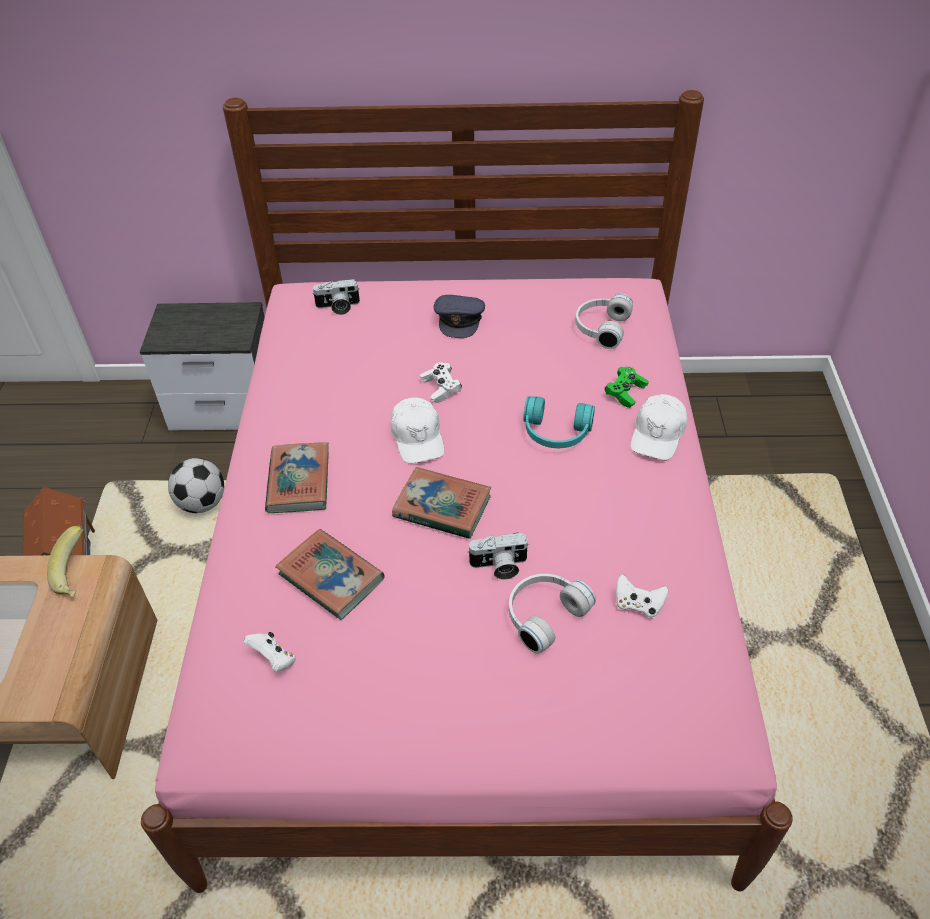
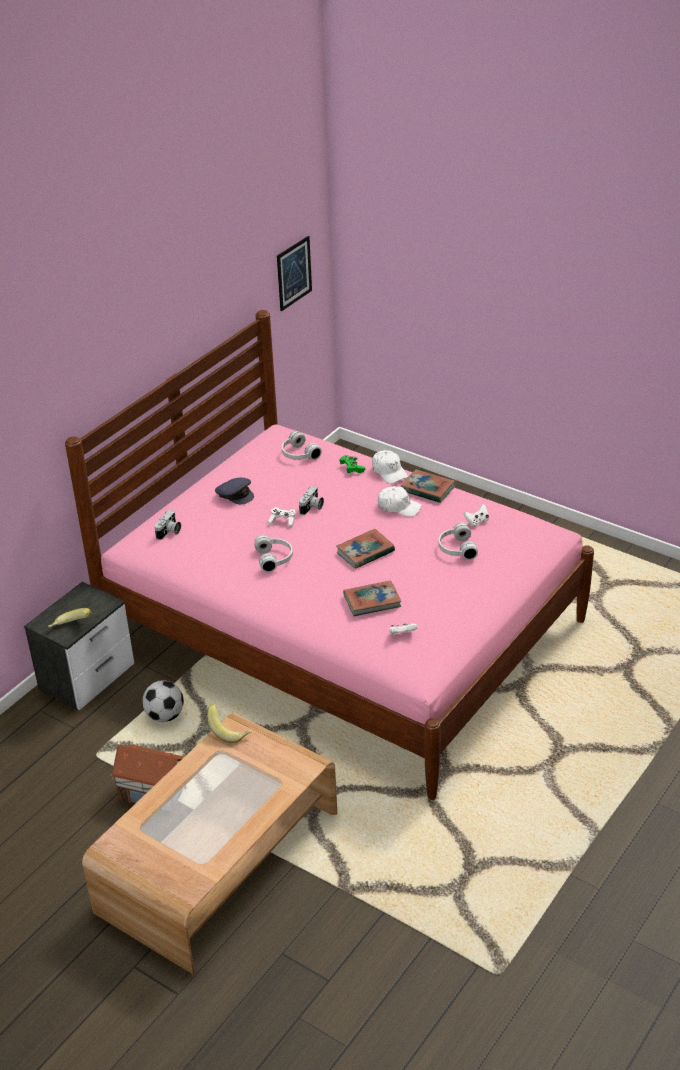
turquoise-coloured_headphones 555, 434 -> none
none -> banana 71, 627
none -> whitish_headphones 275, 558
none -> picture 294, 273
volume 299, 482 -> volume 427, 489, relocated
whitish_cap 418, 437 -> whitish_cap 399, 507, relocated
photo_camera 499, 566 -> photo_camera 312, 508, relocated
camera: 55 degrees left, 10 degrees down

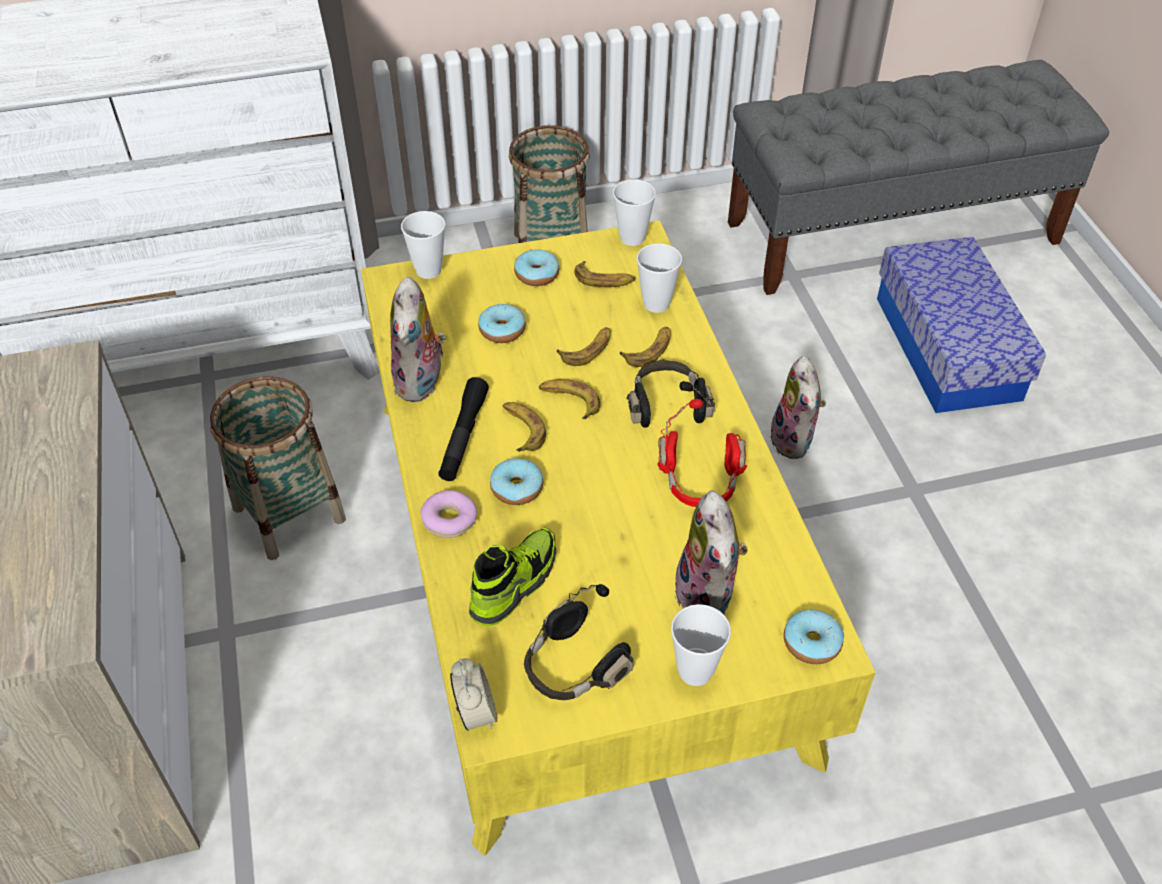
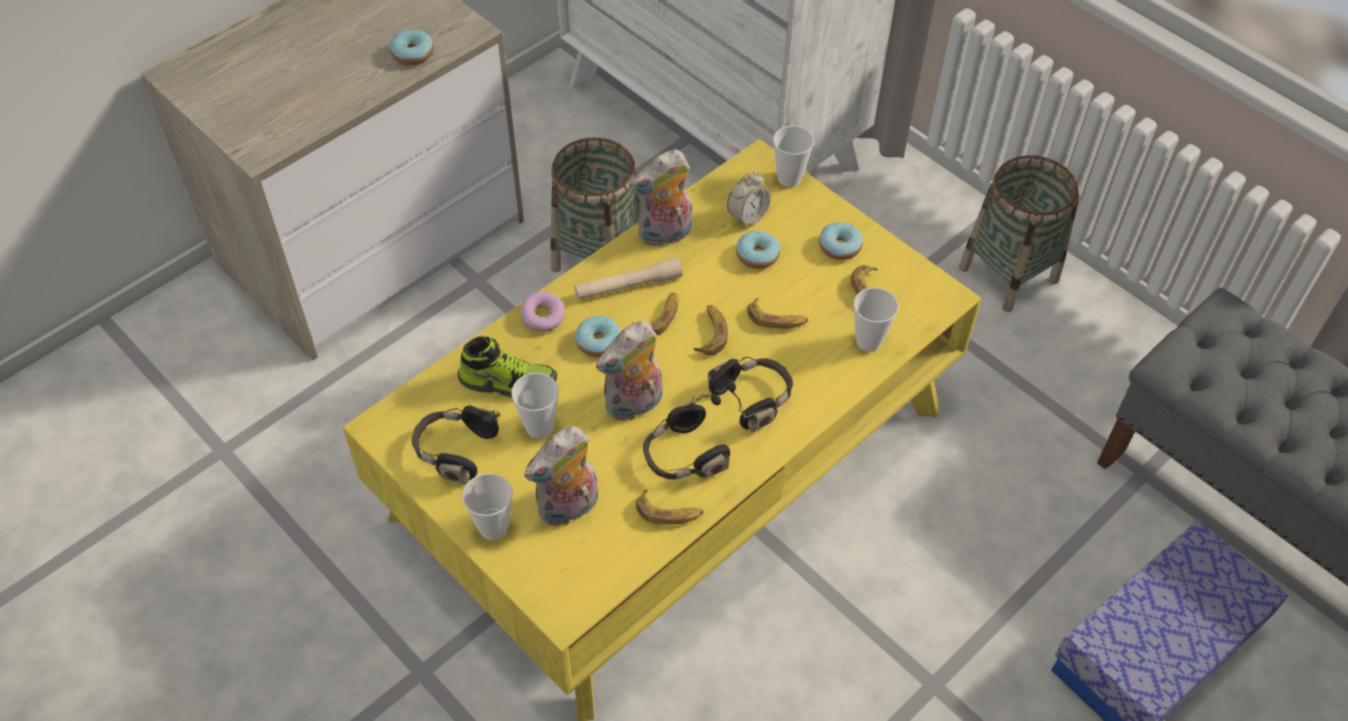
table_clock 475, 713 -> table_clock 747, 216, relocated
cup 632, 238 -> cup 539, 427, relocated
banana 649, 350 -> banana 669, 512, relocated
plush_toy 795, 441 -> plush_toy 634, 405, relocated
doughnut 811, 643 -> doughnut 413, 54, relocated
blackish_hand_torch 463, 436 -> beige-coloured_hand_torch 628, 286
reddish_headphones 700, 481 -> blackish_headphones 684, 456
camera: 60 degrees right, 5 degrees up

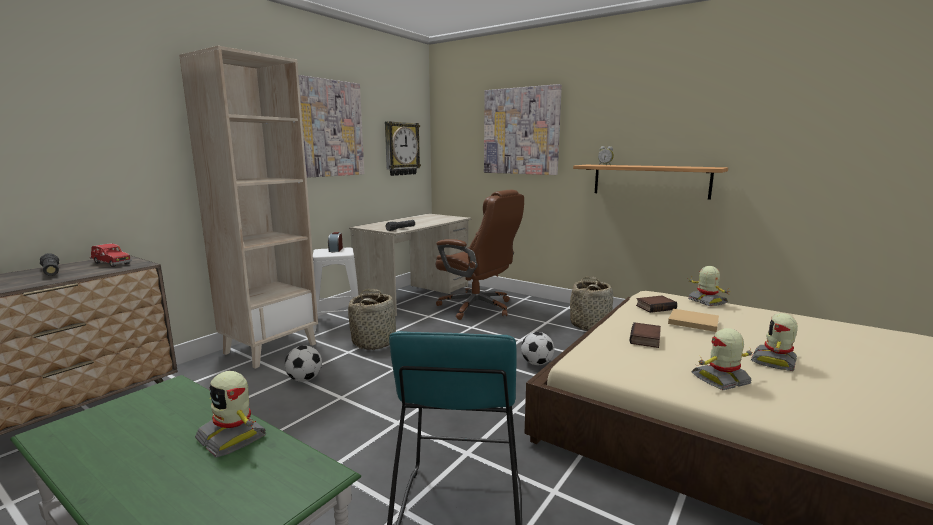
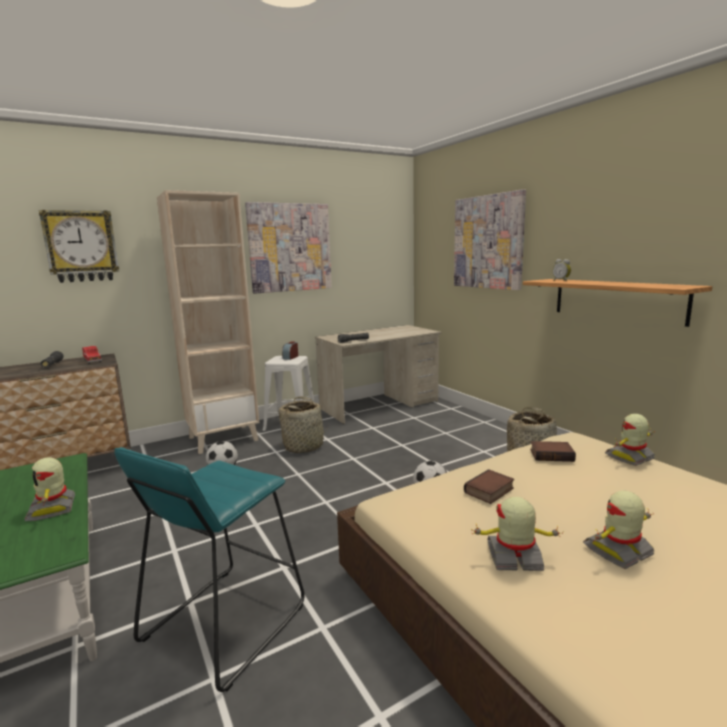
brownish_computer_chair 477, 307 -> none
beige-coloured_volume 691, 321 -> none
clock_on_the_wall 401, 149 -> clock_on_the_wall 81, 246, relocated
toy_robot 706, 301 -> toy_robot 630, 457, 120 degrees counterclockwise
camera: 25 degrees right, 0 degrees up

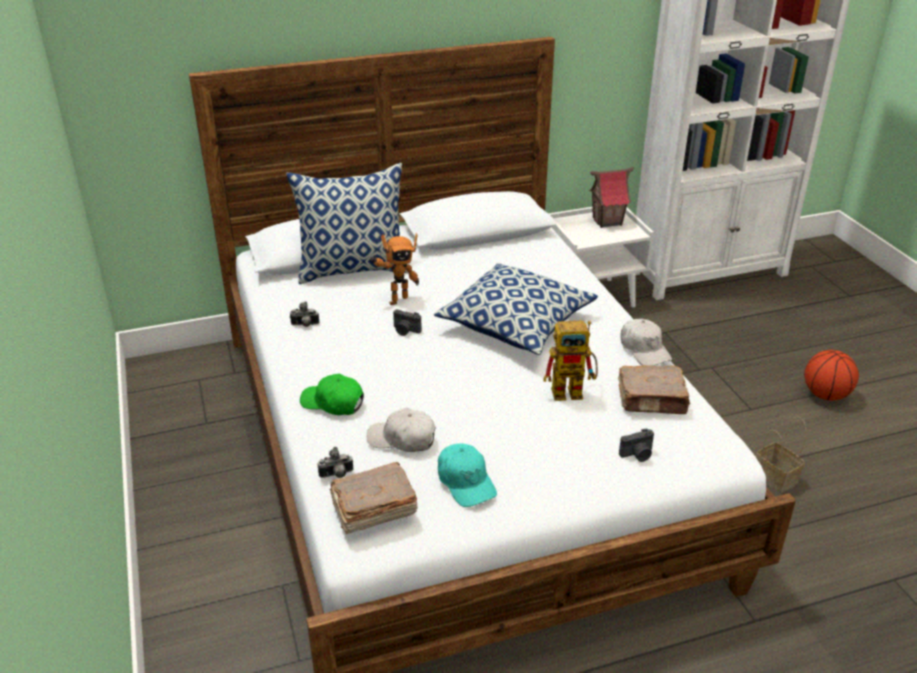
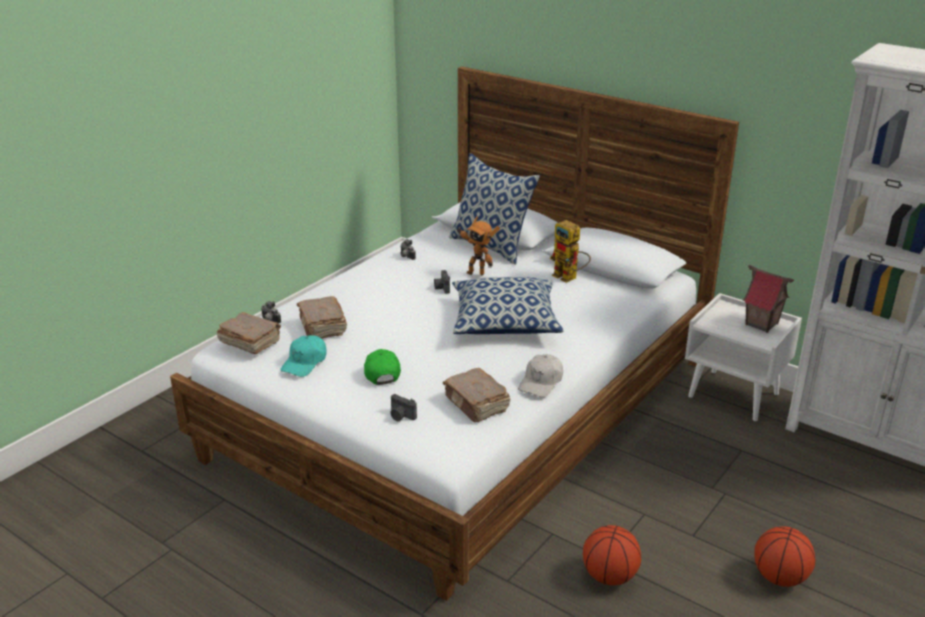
green_cap 333, 403 -> green_cap 381, 372, relocated
toy_robot 573, 391 -> toy_robot 569, 278, relocated
whitish_cap 402, 439 -> brownish_volume 322, 327
storage_basket 773, 477 -> ball_for_basketball 609, 577
camera: 55 degrees right, 5 degrees down

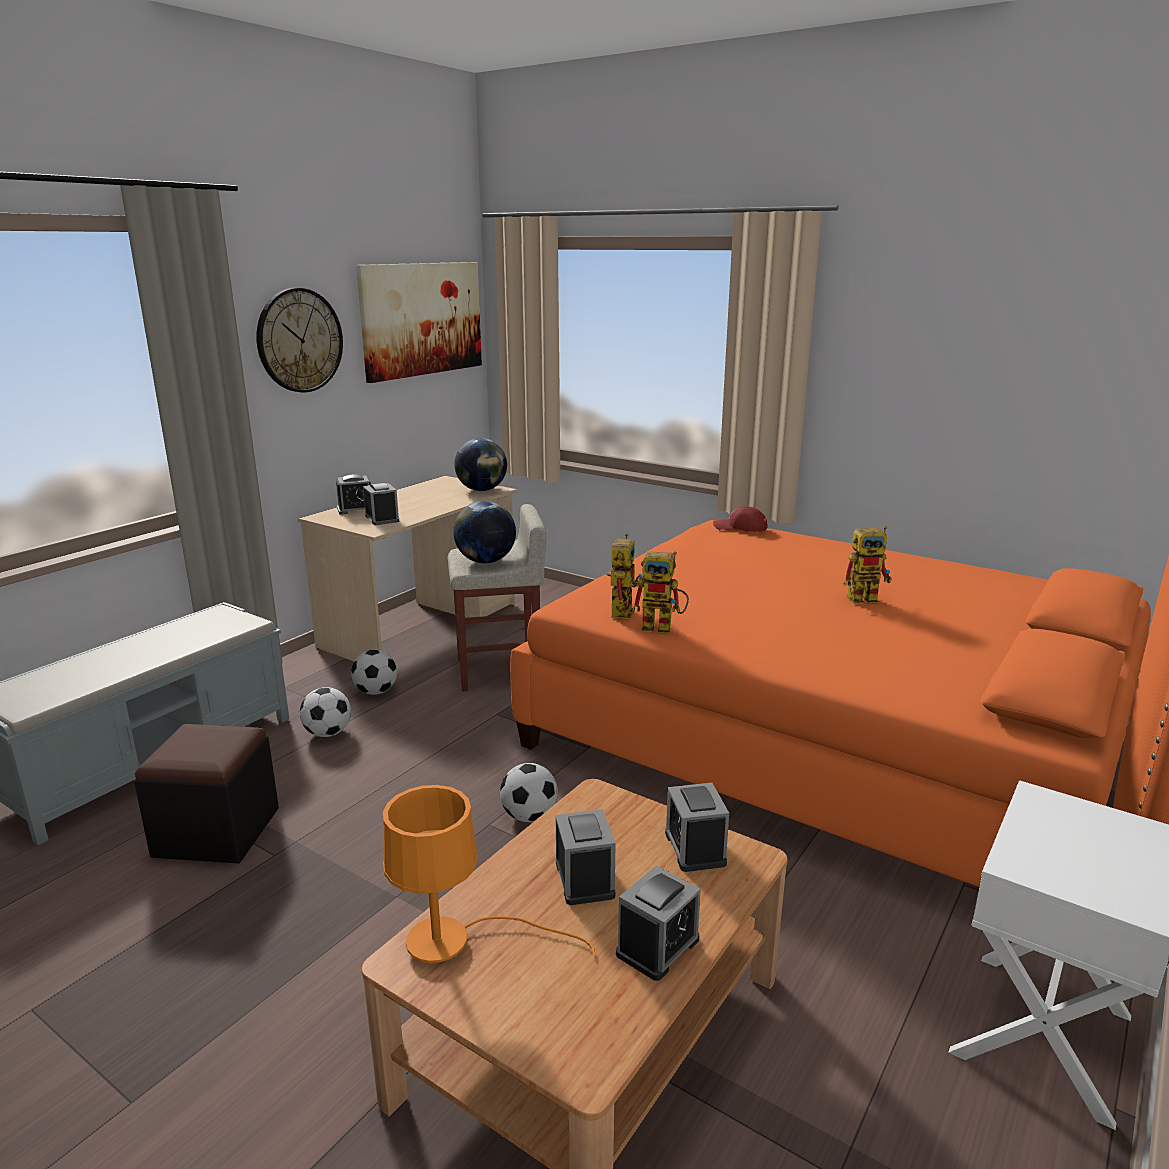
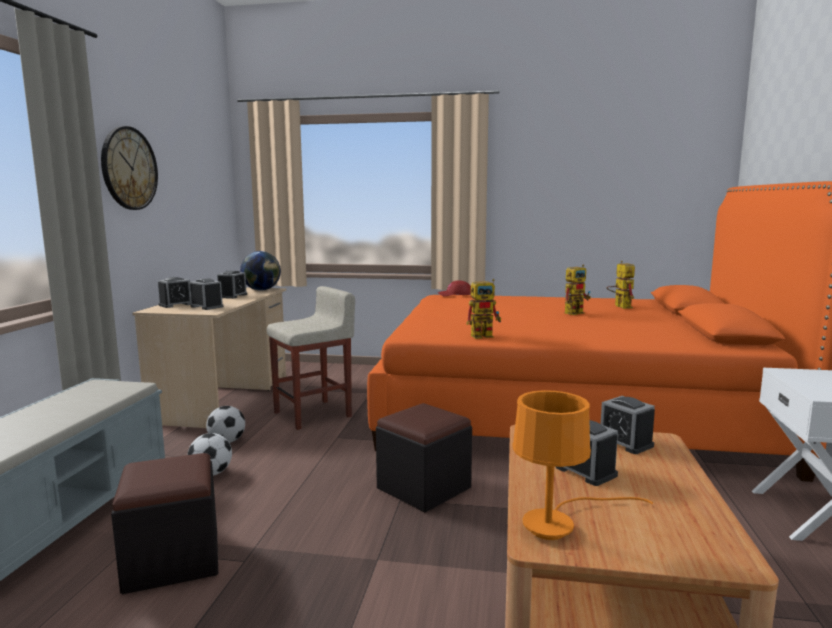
picture 422, 319 -> none
globe 485, 561 -> none
toy_robot 621, 610 -> toy_robot 619, 306, relocated
table_clock 658, 946 -> table_clock 232, 296, relocated
ball_for_football 529, 816 -> blackish_ottoman 424, 488
camera: 25 degrees left, 10 degrees down

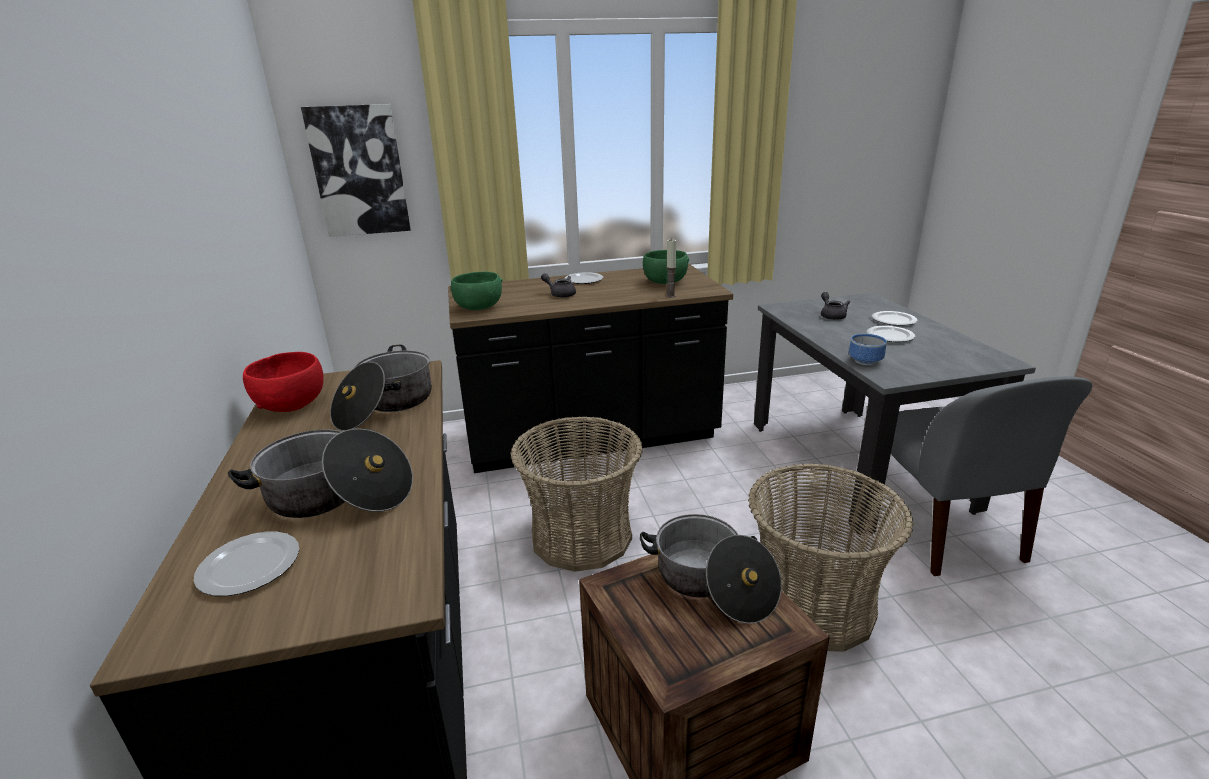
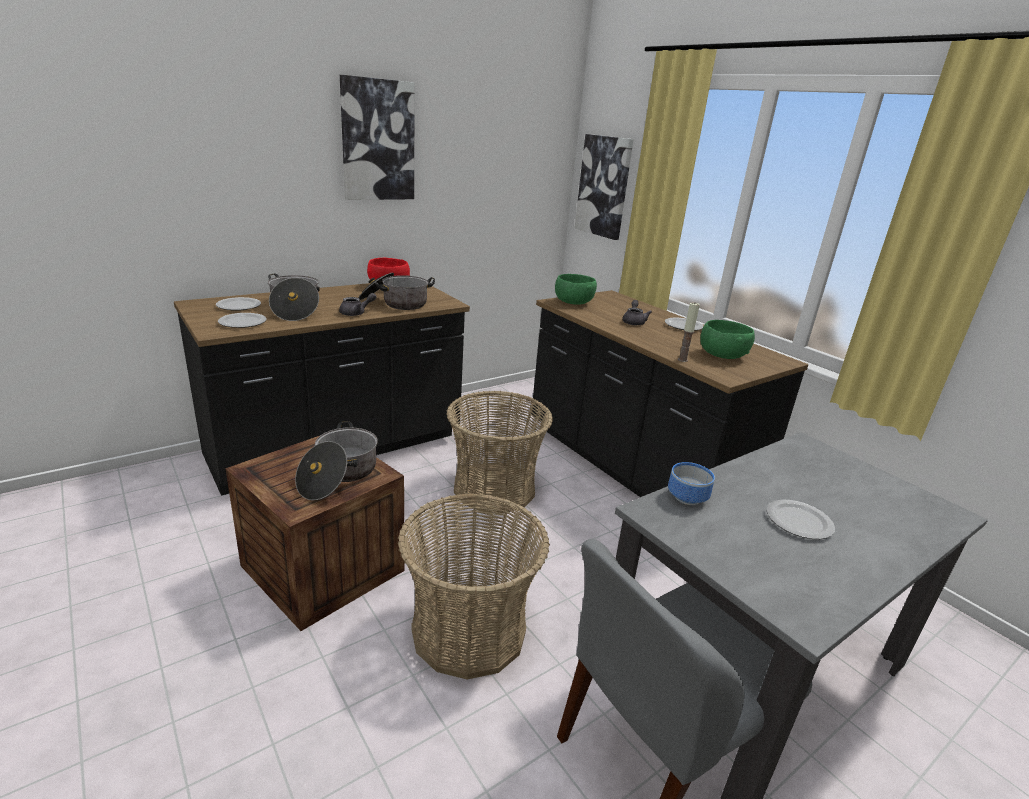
none -> picture 377, 141
gray_teapot 831, 315 -> gray_teapot 356, 313, relocated
plate 894, 320 -> plate 243, 322, relocated
camera: 65 degrees right, 0 degrees up

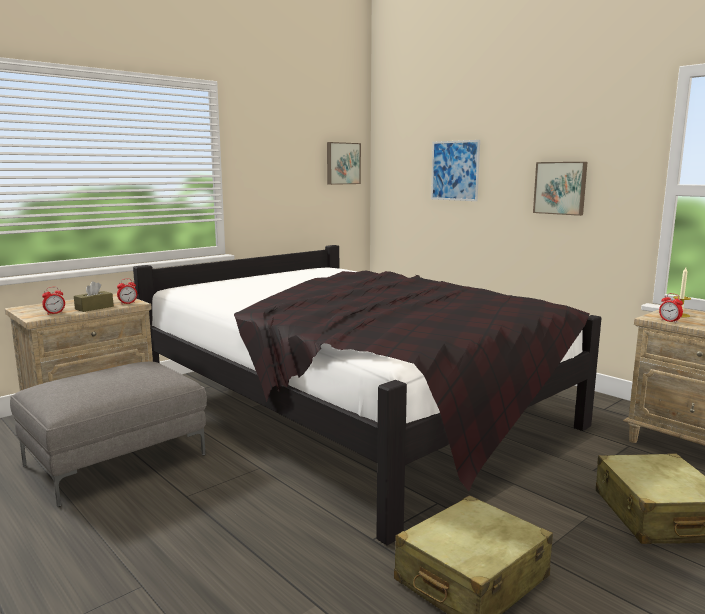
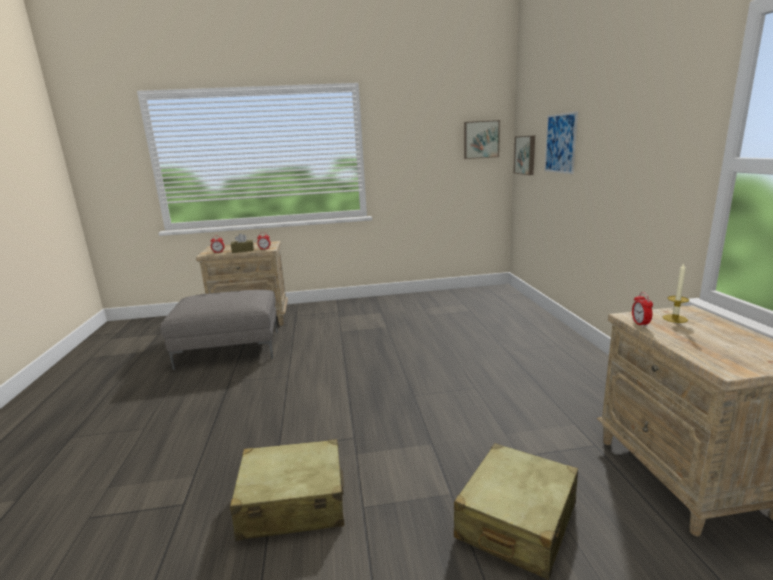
blackish_bed 354, 408 -> none
picture 560, 188 -> picture 526, 155, relocated
camera: 35 degrees right, 5 degrees up

